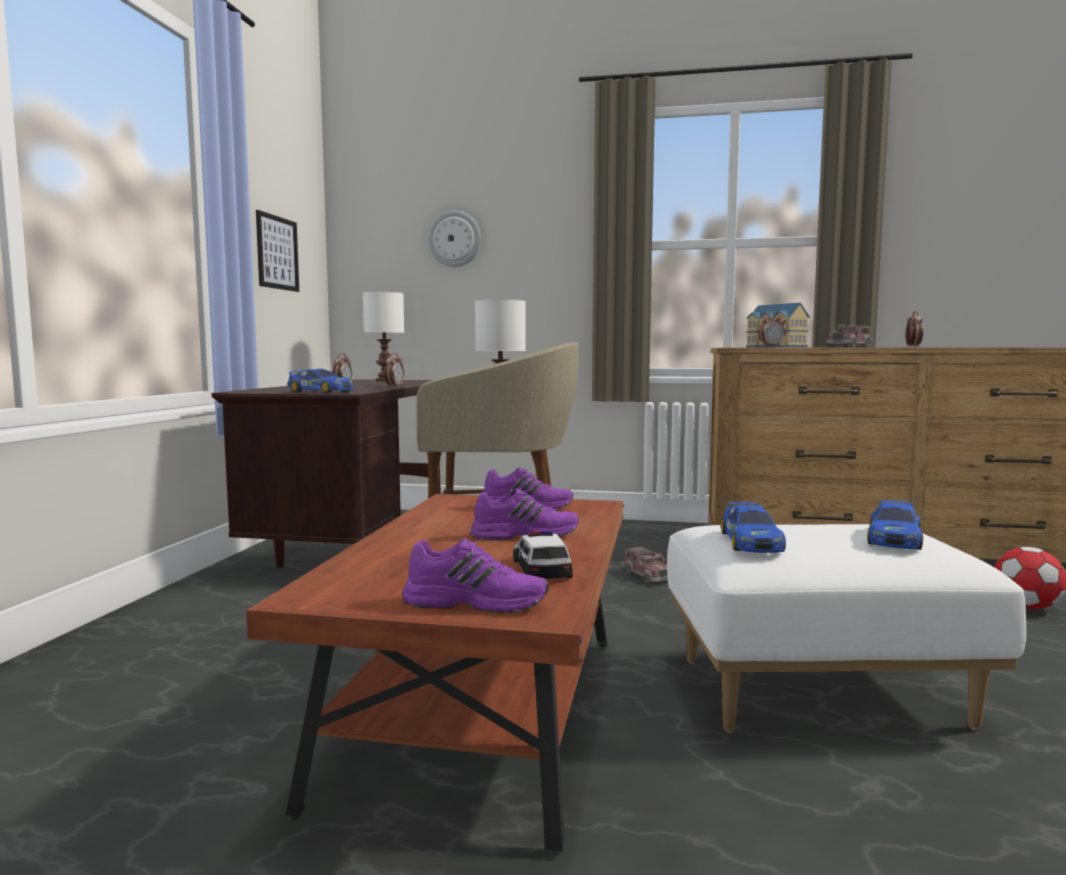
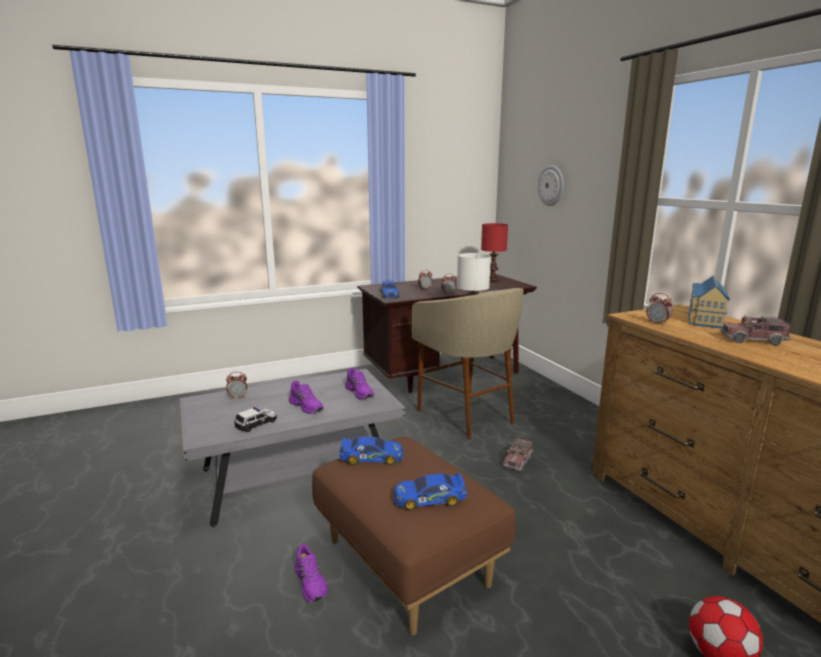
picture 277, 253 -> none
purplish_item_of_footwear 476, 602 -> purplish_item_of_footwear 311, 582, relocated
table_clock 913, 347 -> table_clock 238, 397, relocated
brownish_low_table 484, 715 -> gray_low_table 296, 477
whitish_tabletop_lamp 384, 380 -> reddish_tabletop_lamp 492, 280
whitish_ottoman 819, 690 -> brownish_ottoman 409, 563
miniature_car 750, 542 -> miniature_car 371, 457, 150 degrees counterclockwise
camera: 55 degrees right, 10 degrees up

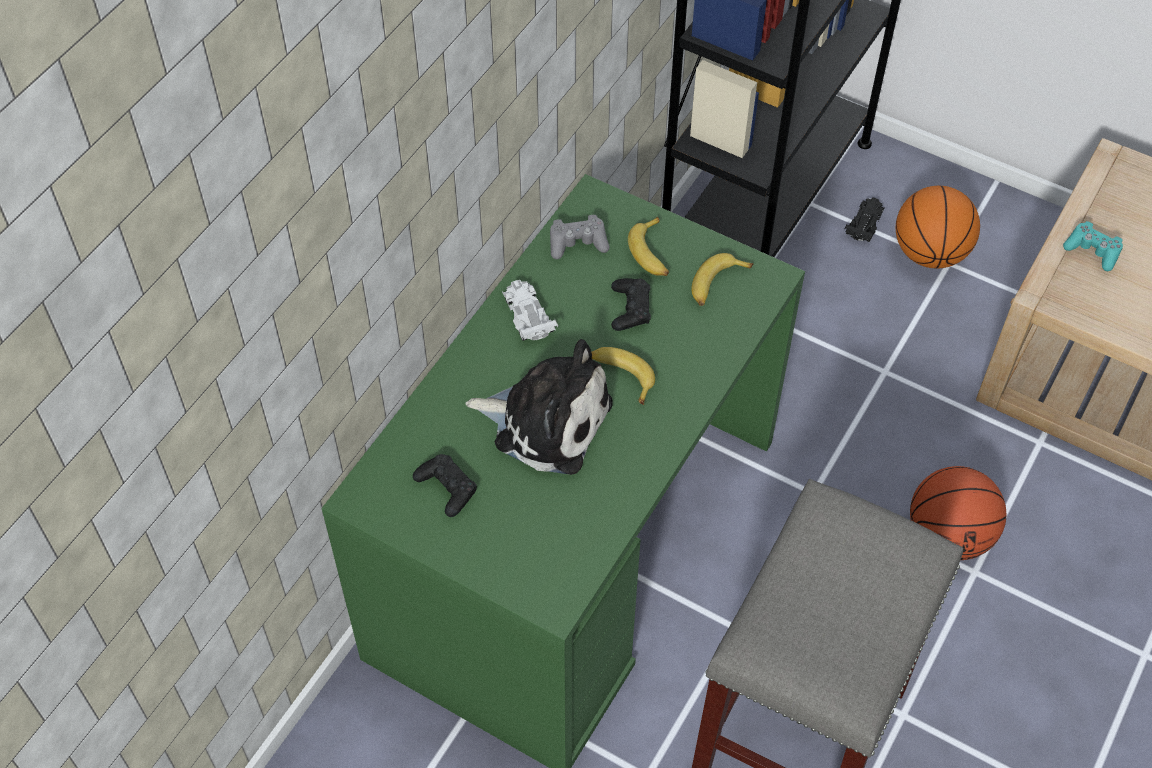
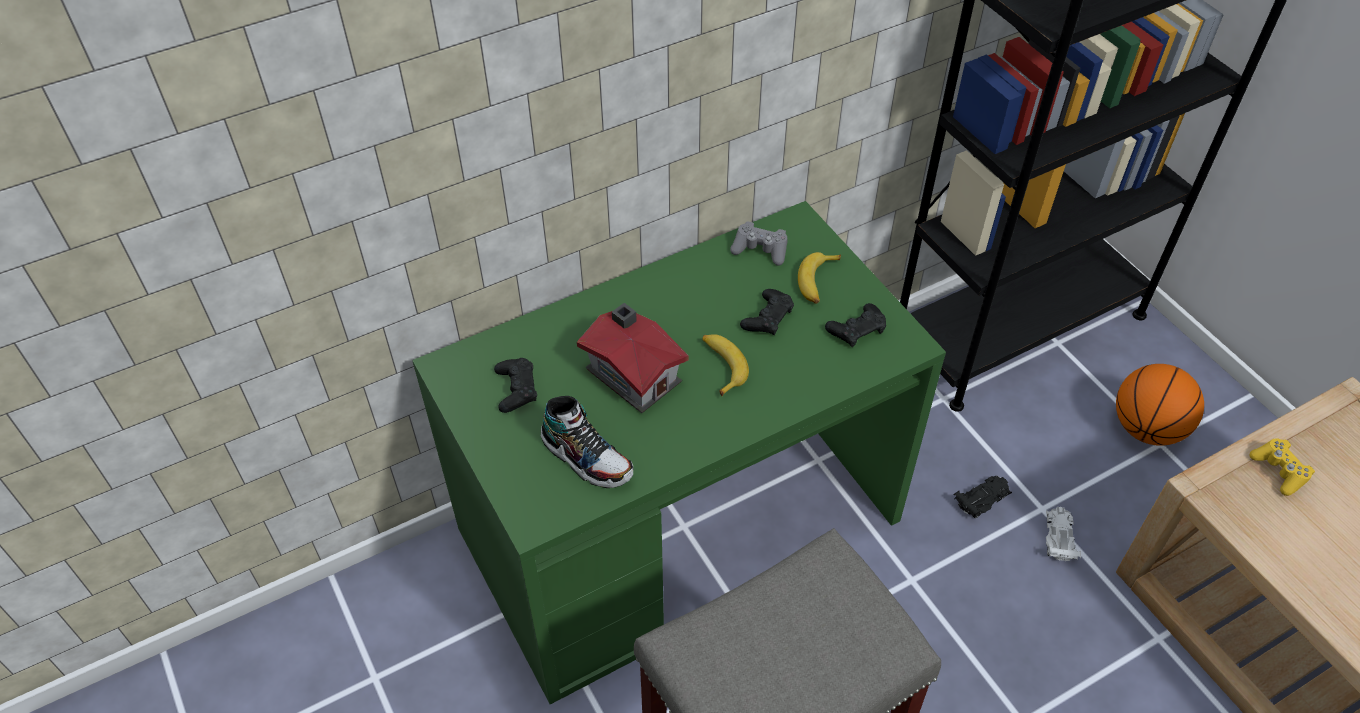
ball_for_basketball 948, 535 -> none
none -> item_of_footwear 587, 458
whitish_miniature_car 528, 315 -> whitish_miniature_car 1059, 537, relocated
blackish_miniature_car 864, 223 -> blackish_miniature_car 982, 499, relocated
plush_toy 546, 420 -> toy_house 633, 373
banana 716, 284 -> blackish_game_controller 856, 329
turquoise-coloured_game_controller 1092, 251 -> yellow_game_controller 1279, 471
camera: 30 degrees right, 5 degrees down

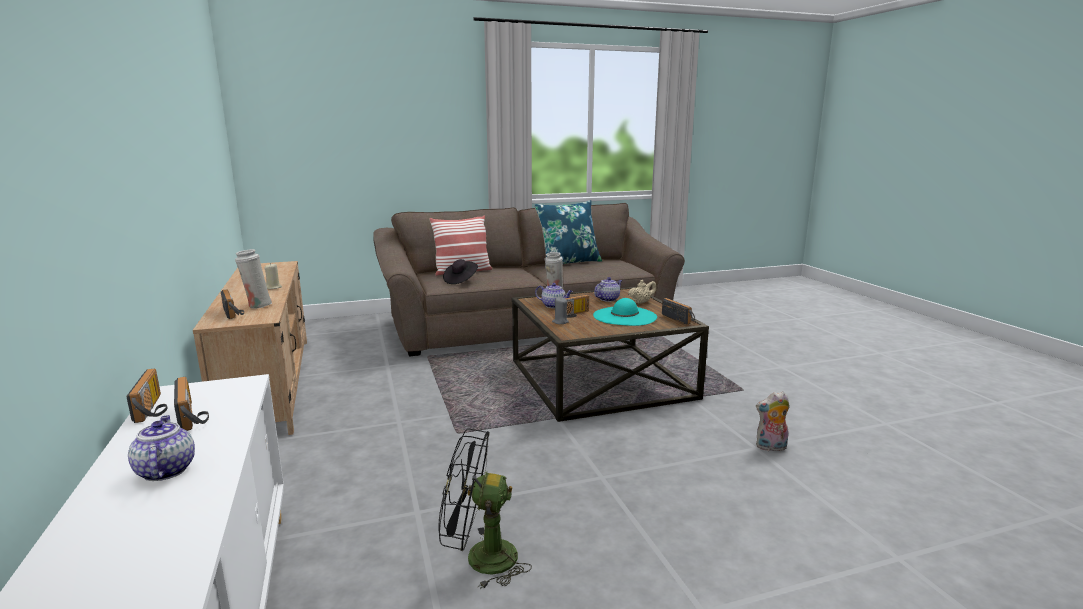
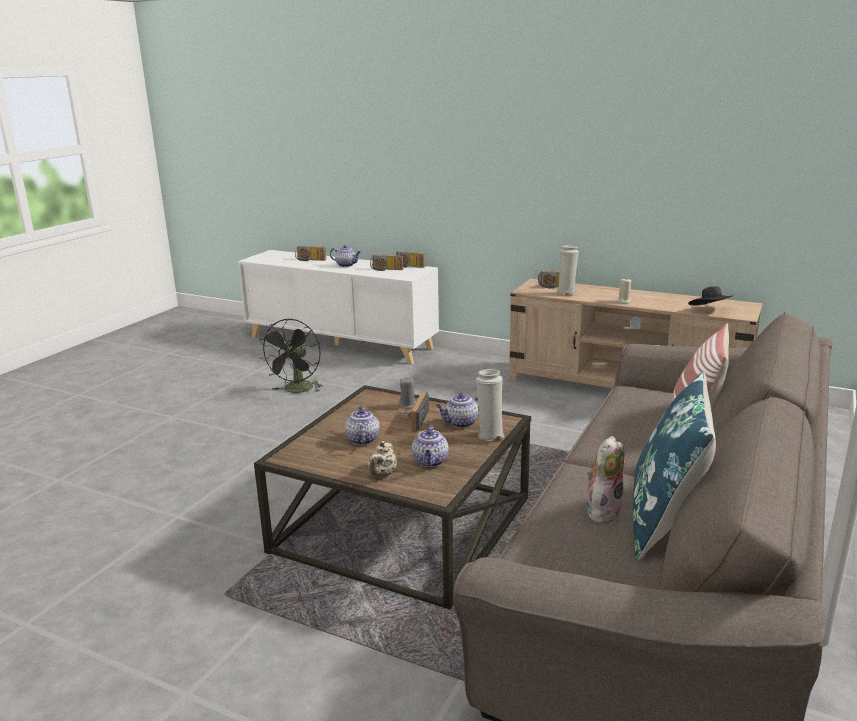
blackish_hat 460, 280 -> blackish_hat 710, 310, relocated
radio_receiver 679, 319 -> radio_receiver 310, 260, relocated
plush_toy 770, 447 -> plush_toy 602, 511, relocated
turquoise-coloured_hat 625, 316 -> teapot 362, 439
blackish_electric_fan 480, 559 -> blackish_electric_fan 297, 391, 150 degrees clockwise
camera: 135 degrees right, 5 degrees up

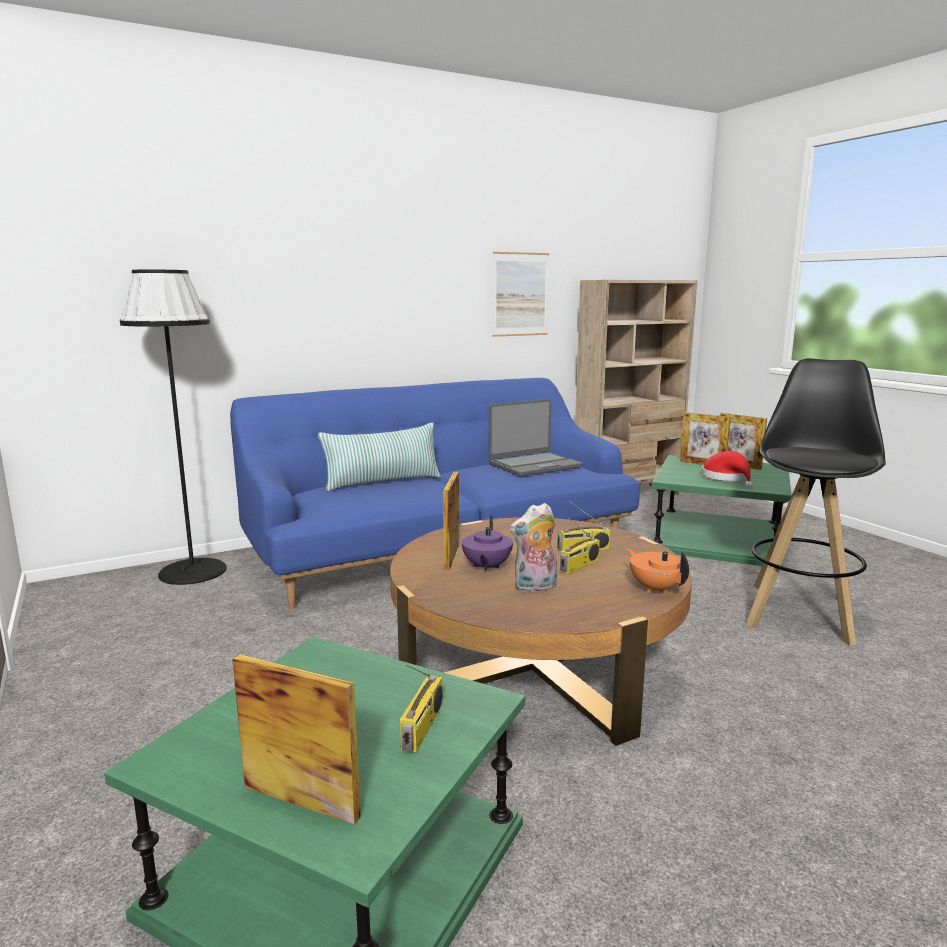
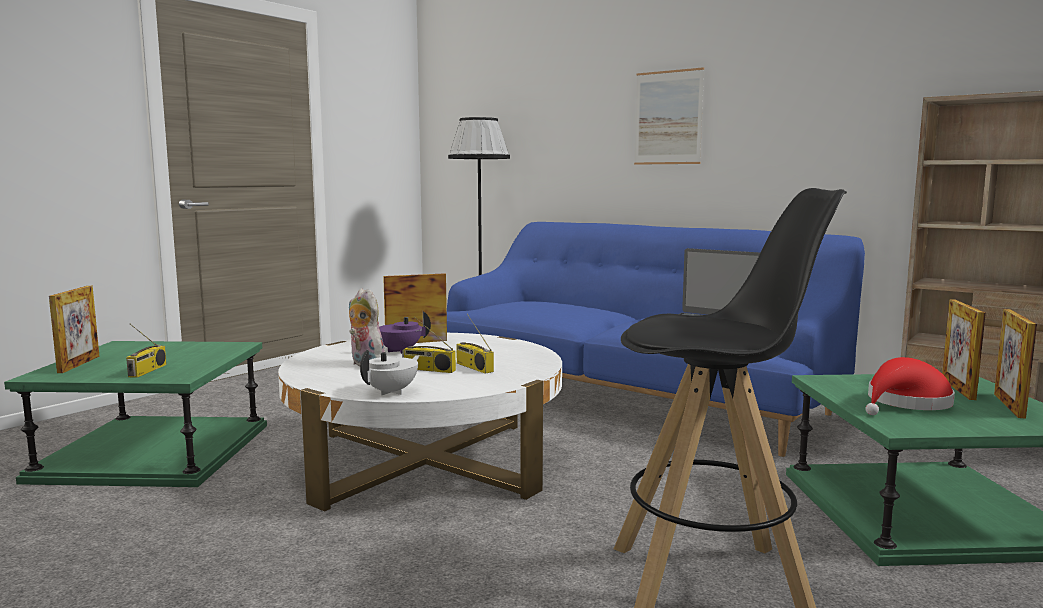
pillow 382, 482 -> none
picture 520, 294 -> picture 668, 117, relocated
brownish_low_table 535, 664 -> whitish_low_table 425, 461
orange_teapot 655, 588 -> whitish_teapot 392, 392
radio_receiver 423, 727 -> radio_receiver 147, 371, 75 degrees counterclockwise
camera: 65 degrees right, 5 degrees down

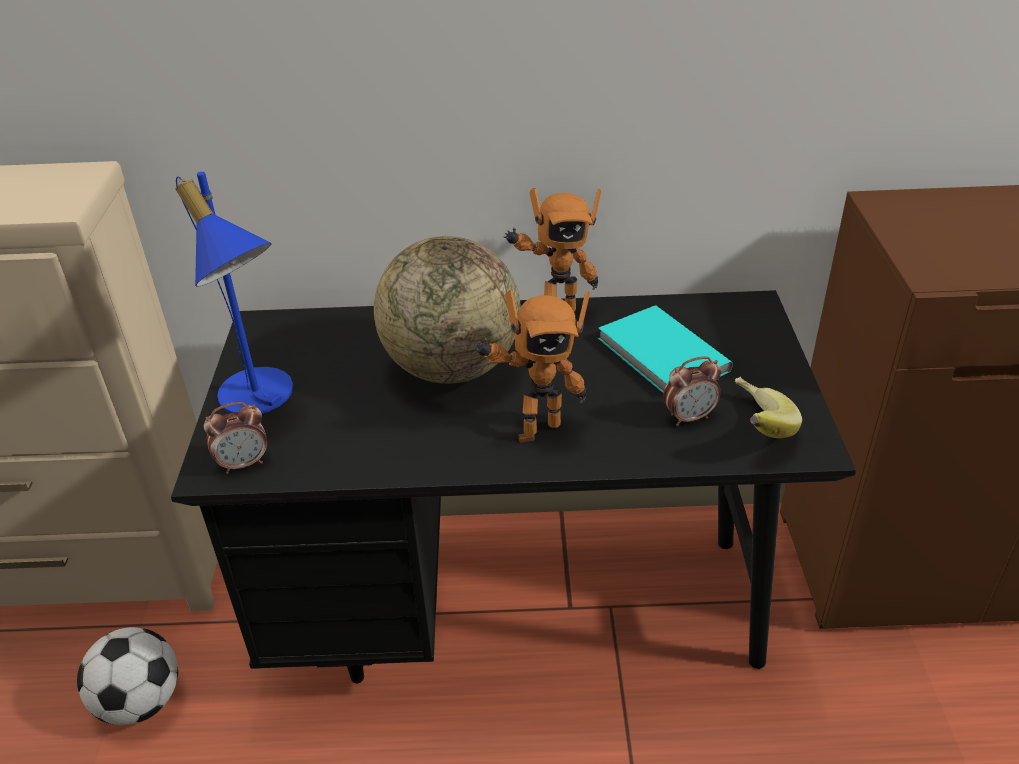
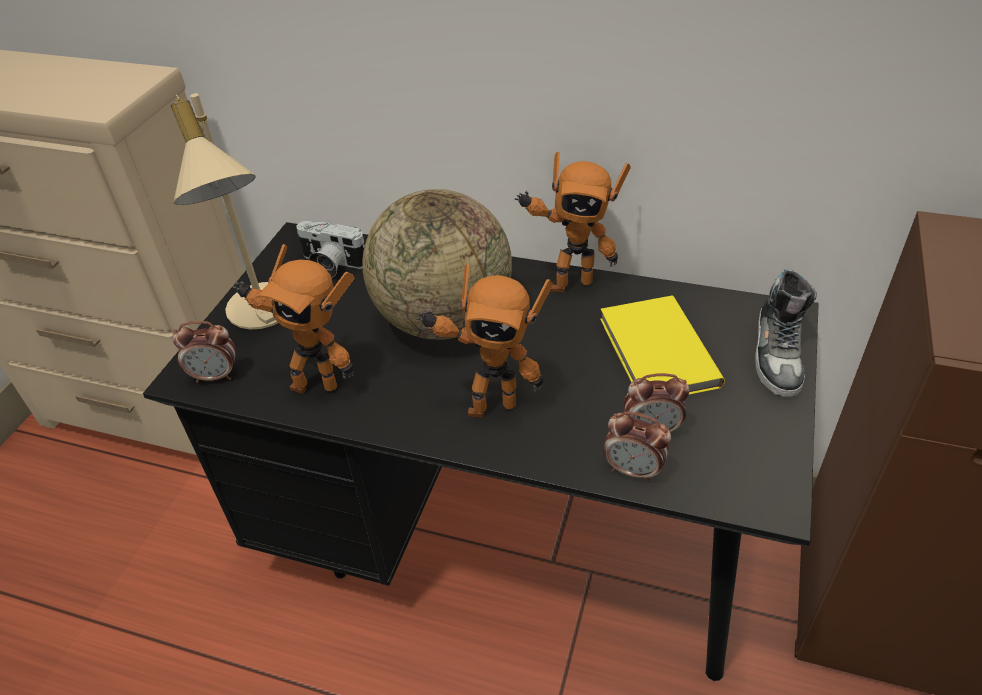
ball_for_football 141, 702 -> none
banana 753, 428 -> none
none -> toy_robot 315, 383
none -> photo_camera 330, 265
none -> table_clock 633, 470
none -> item_of_footwear 778, 354
blue-coloured_tabletop_lamp 260, 400 -> beige-coloured_tabletop_lamp 261, 315
turquoise-coloured_volume 661, 356 -> yellow_volume 655, 353
camera: 20 degrees right, 5 degrees up

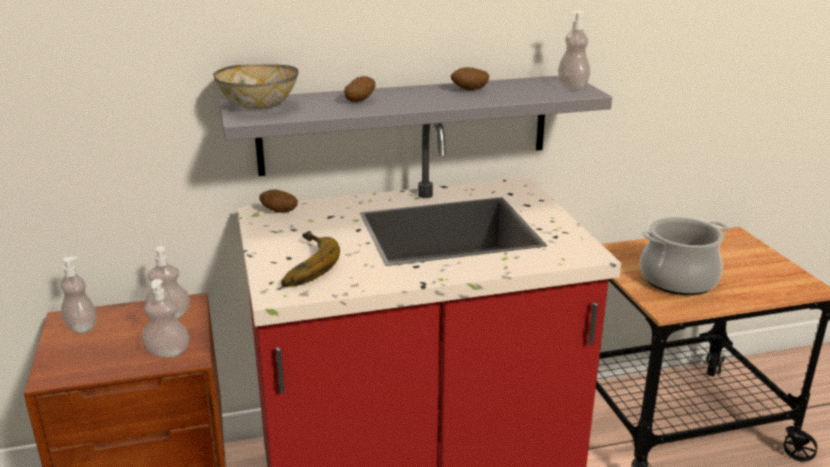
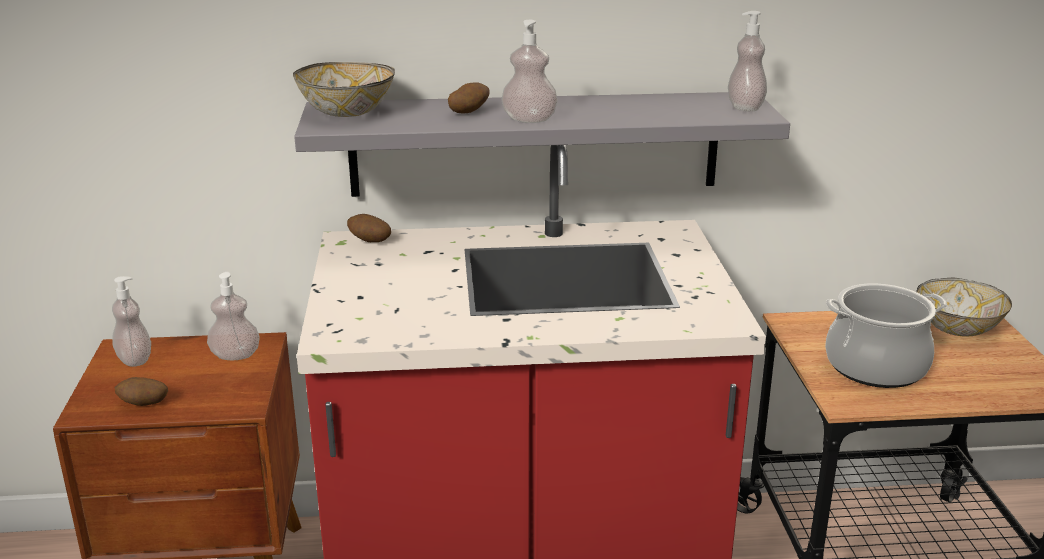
banana 301, 265 -> none
none -> serving_bowl 956, 329
soap_dispenser 168, 352 -> soap_dispenser 529, 120, relocated
whole_potato 469, 90 -> whole_potato 143, 404, relocated
camera: 10 degrees right, 0 degrees up

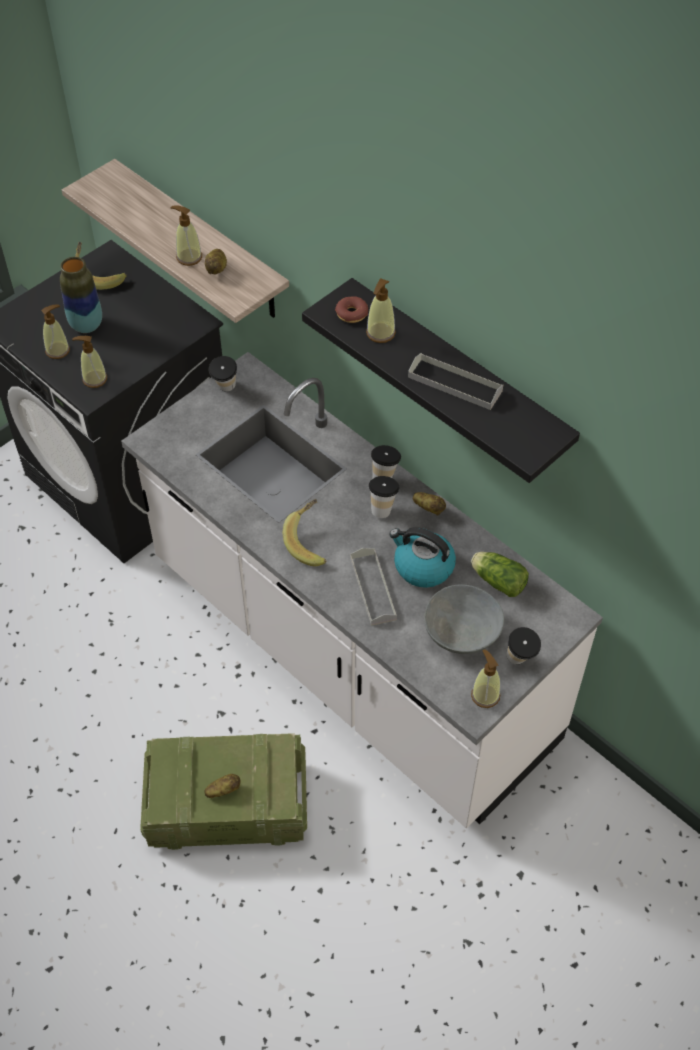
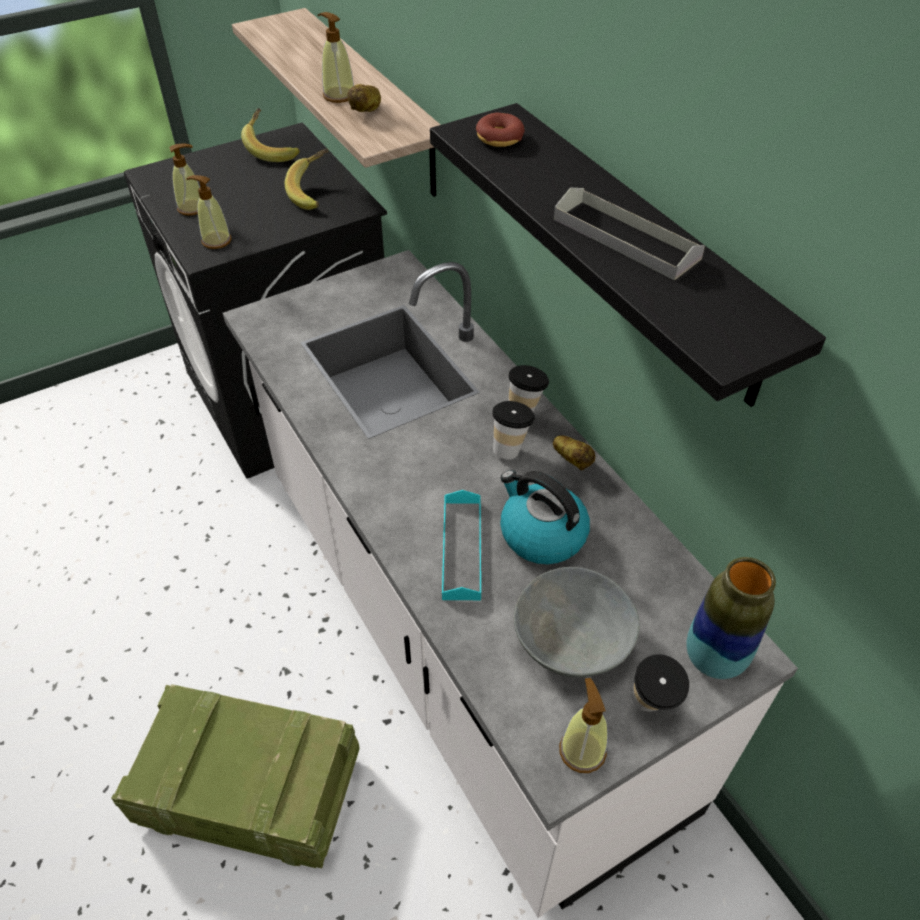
whole_potato 223, 790 -> none
cup 225, 389 -> none
soap_dispenser 380, 333 -> none
head_of_lettuce 497, 580 -> none
decorative_vase 86, 325 -> decorative_vase 714, 658, relocated
banana 310, 541 -> banana 315, 193, relocated
gray_tray 373, 588 -> turquoise-coloured_tray 462, 549
camera: 15 degrees right, 5 degrees down

